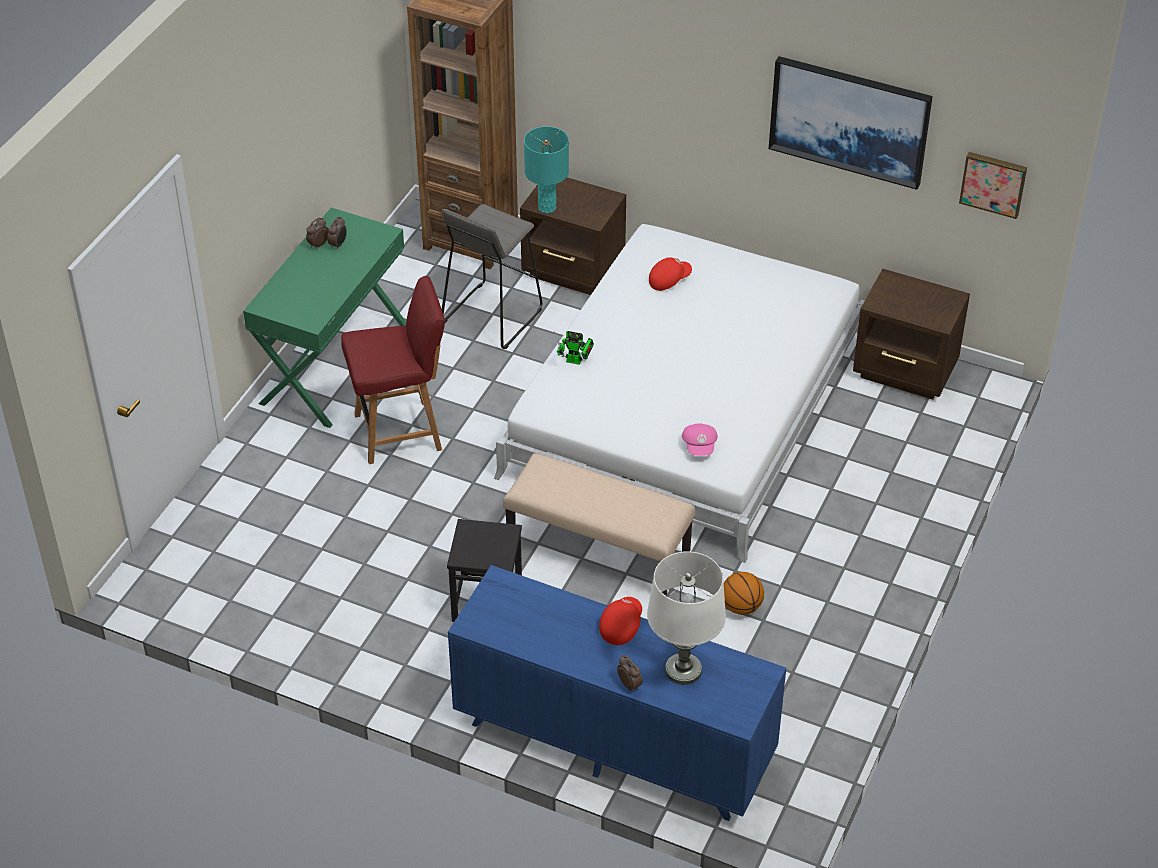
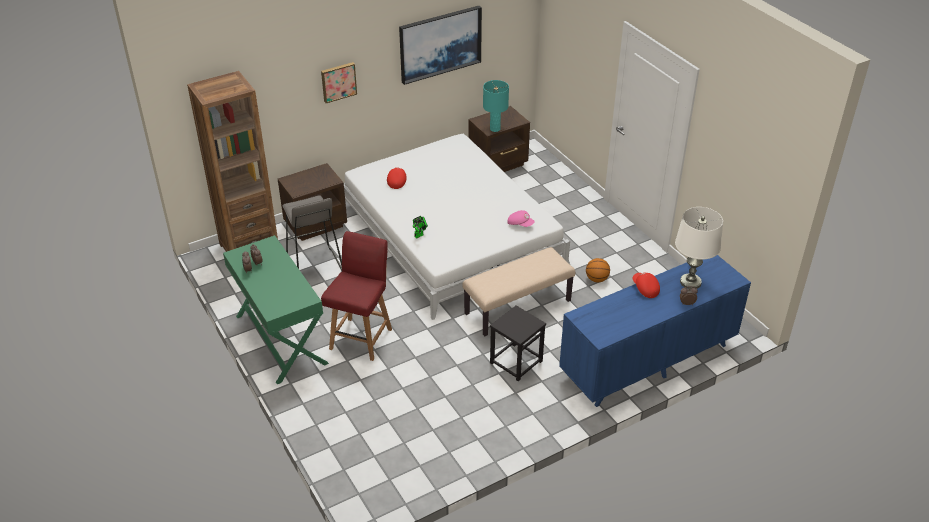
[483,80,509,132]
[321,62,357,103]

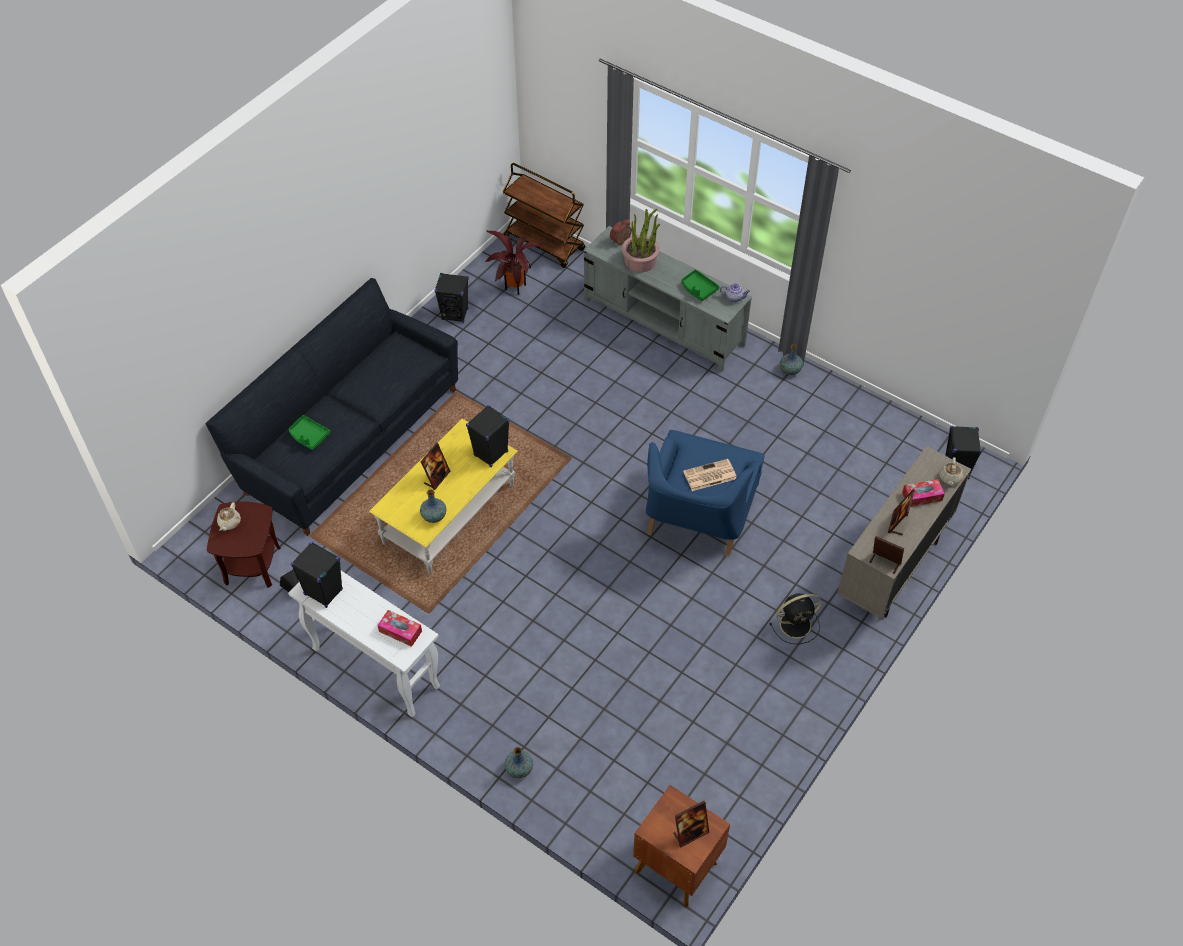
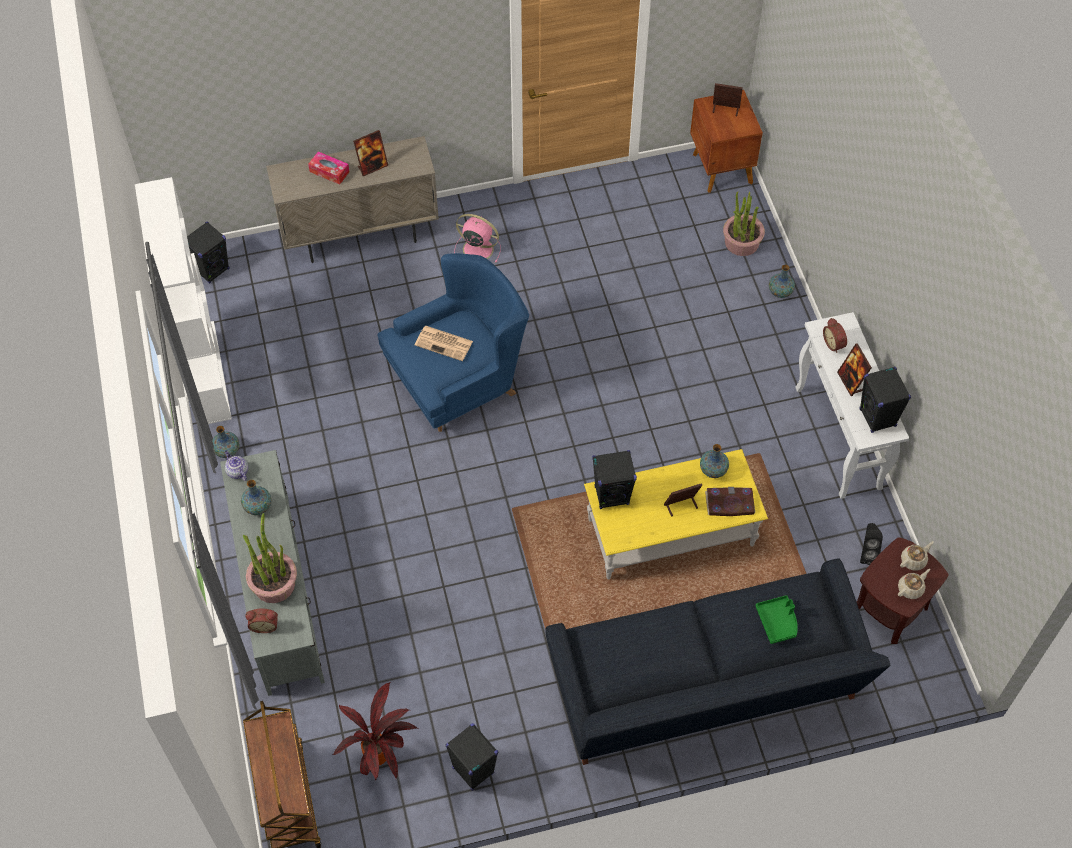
[135,177,232,424]
[705,487,755,516]
[723,191,765,256]
[837,343,872,396]
[900,541,934,571]
[823,318,847,353]
[241,480,271,515]
[454,214,501,263]

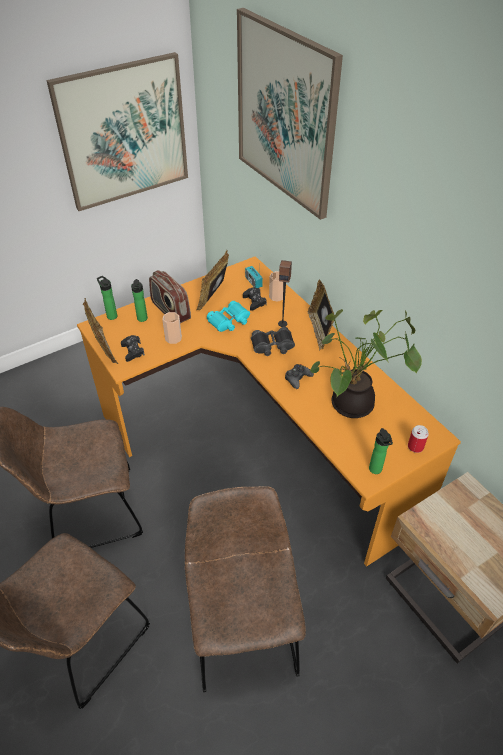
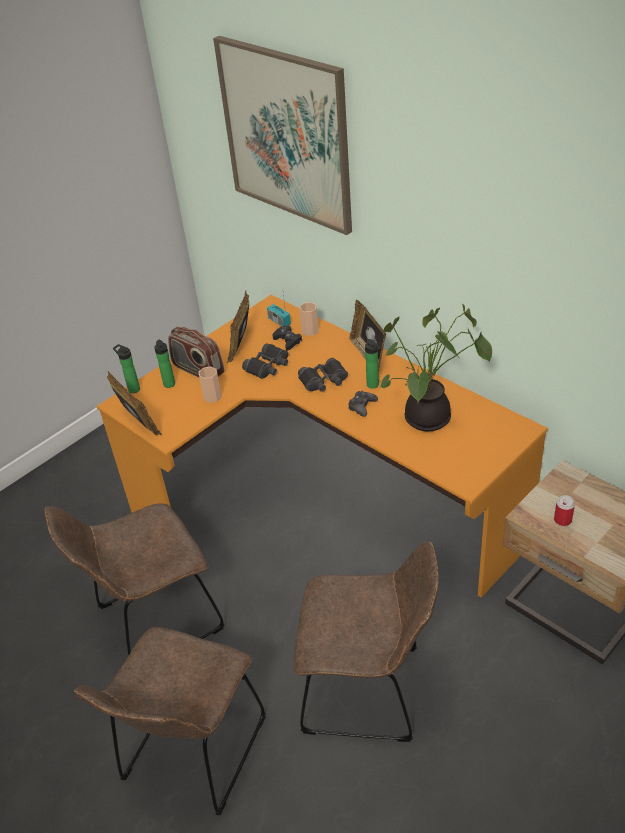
[46,52,188,211] (first image)
[121,335,145,362] (first image)
[278,260,292,327] (first image)
[365,339,380,389]
[554,495,575,526]
[242,343,289,379]
[293,542,439,742]

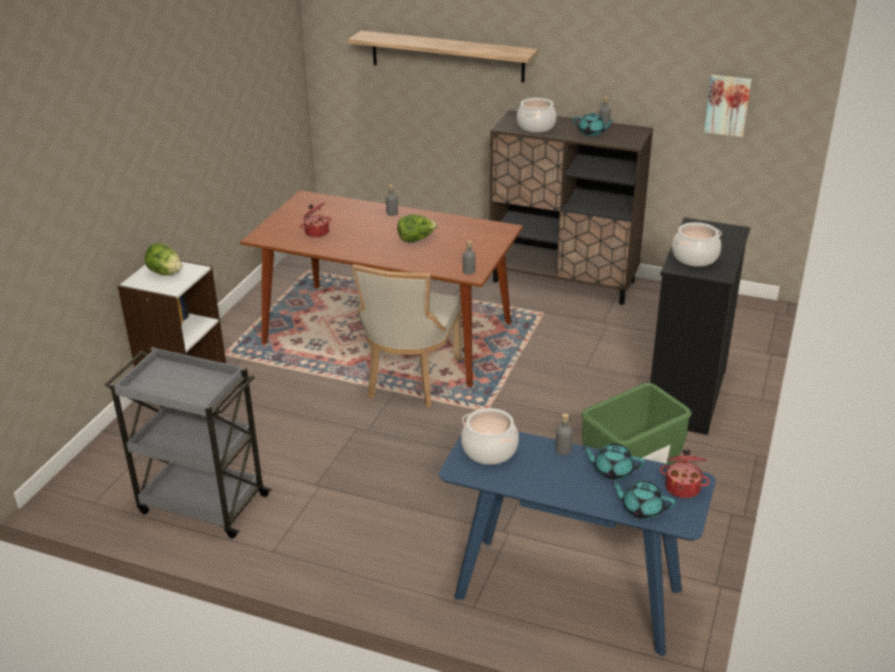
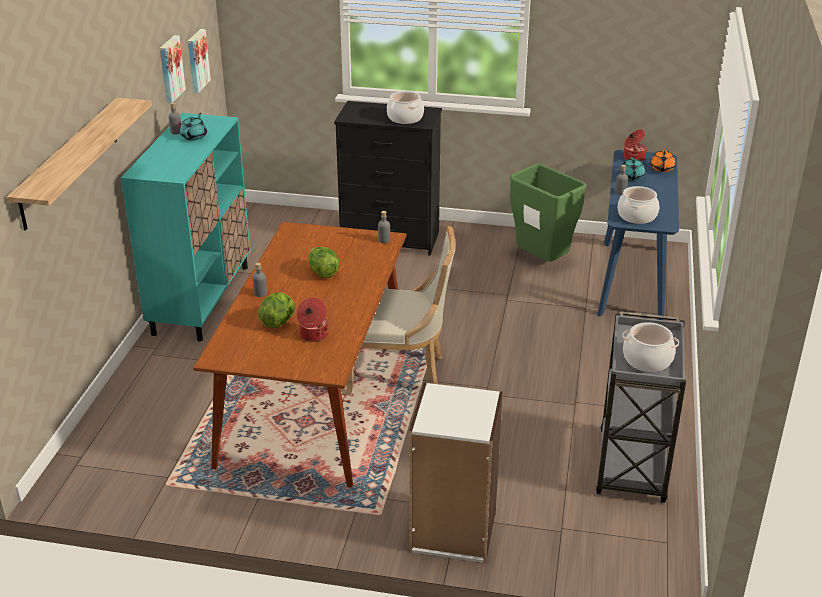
[160,35,186,103]
[258,292,295,328]
[622,322,679,372]
[121,113,250,341]
[650,149,676,172]

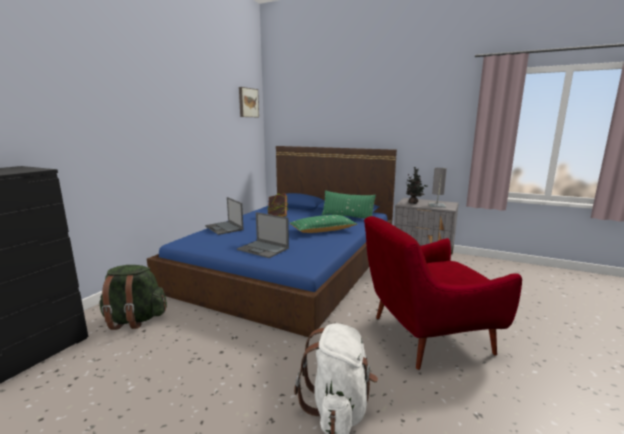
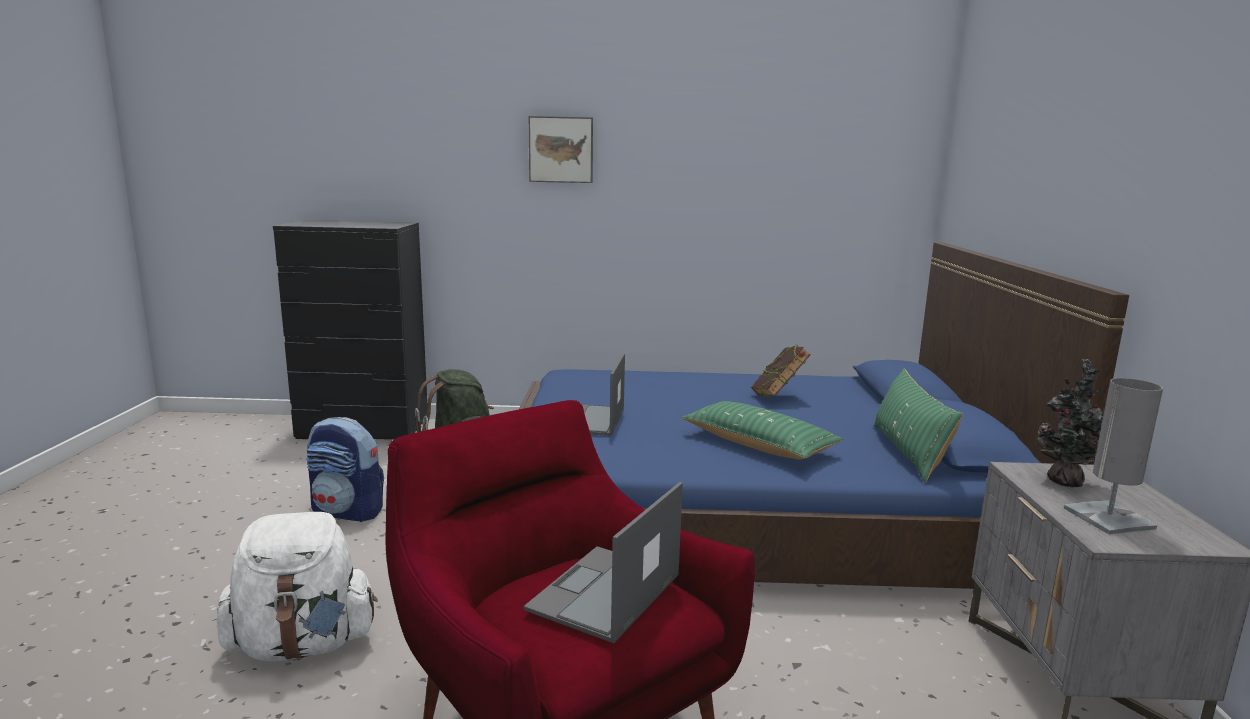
[307,417,384,522]
[524,482,683,643]
[529,116,593,183]

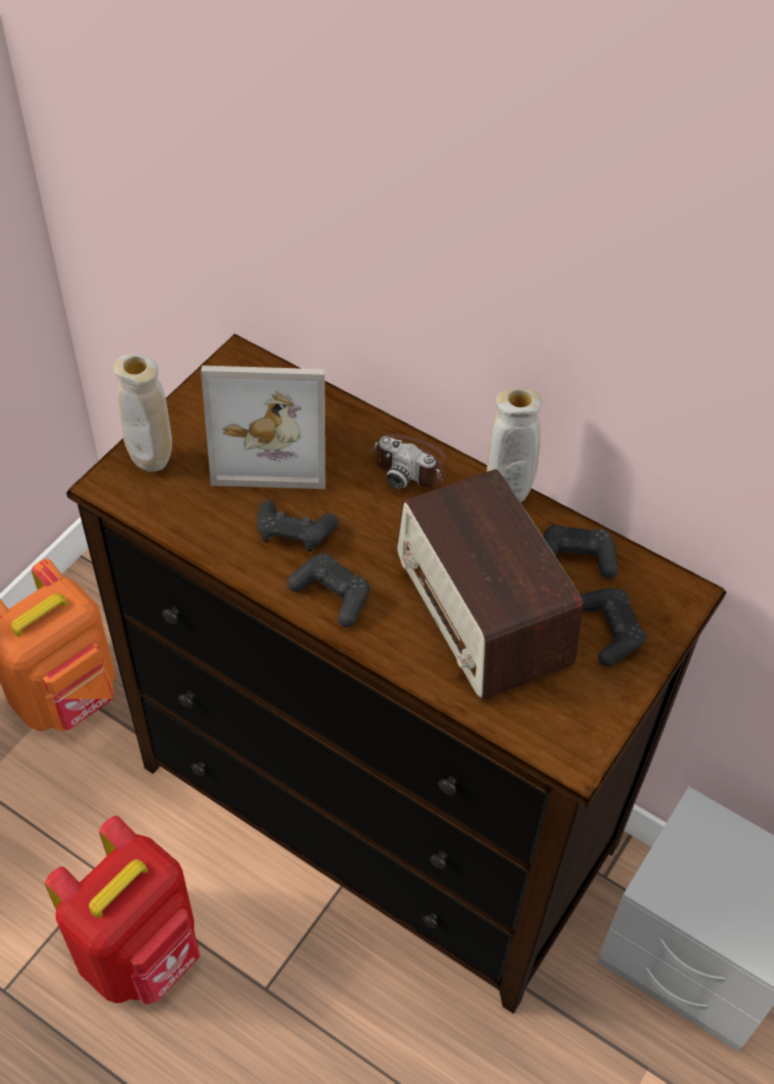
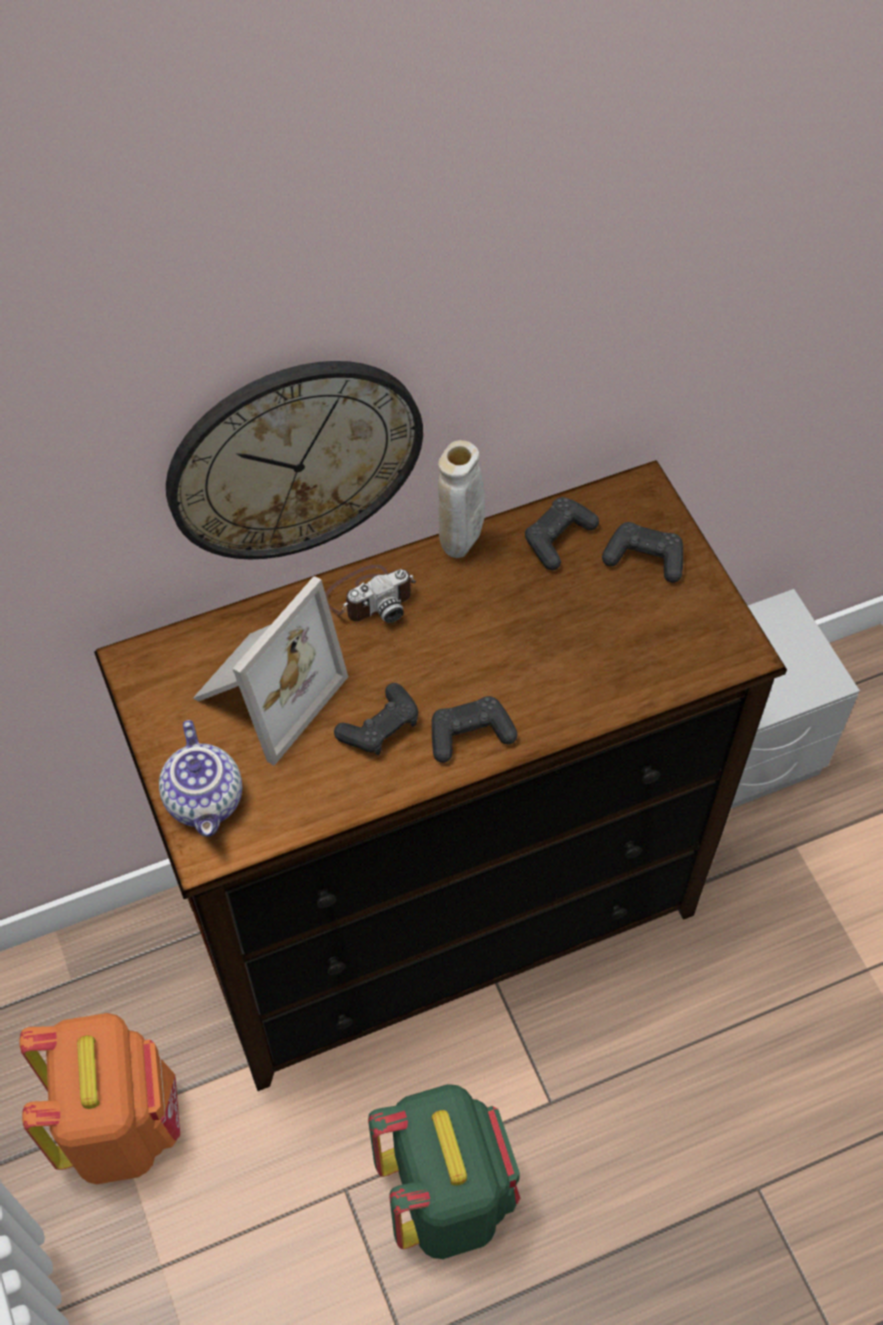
[397,469,583,700] (first image)
[166,361,423,559]
[159,720,242,837]
[368,1084,520,1259]

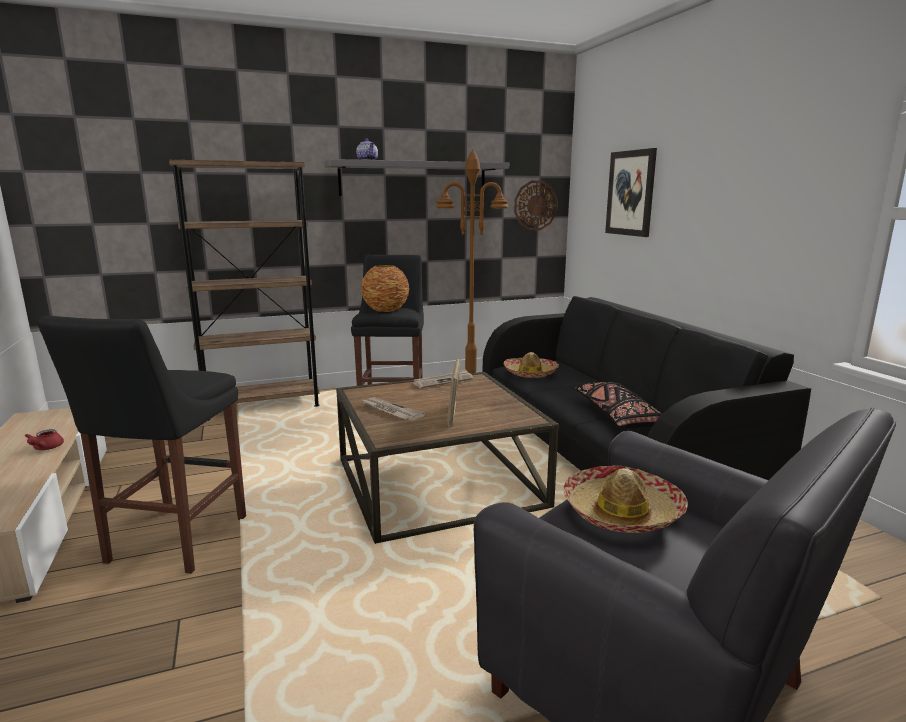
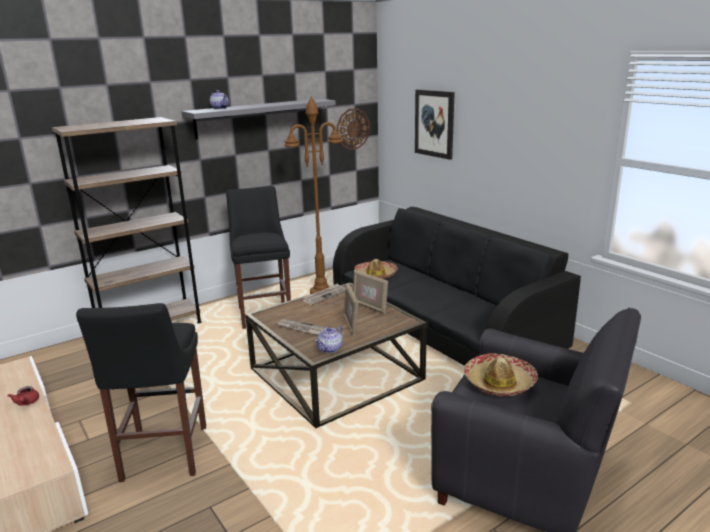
[361,265,409,312] (first image)
[576,382,662,429] (first image)
[315,326,344,353]
[353,270,388,314]

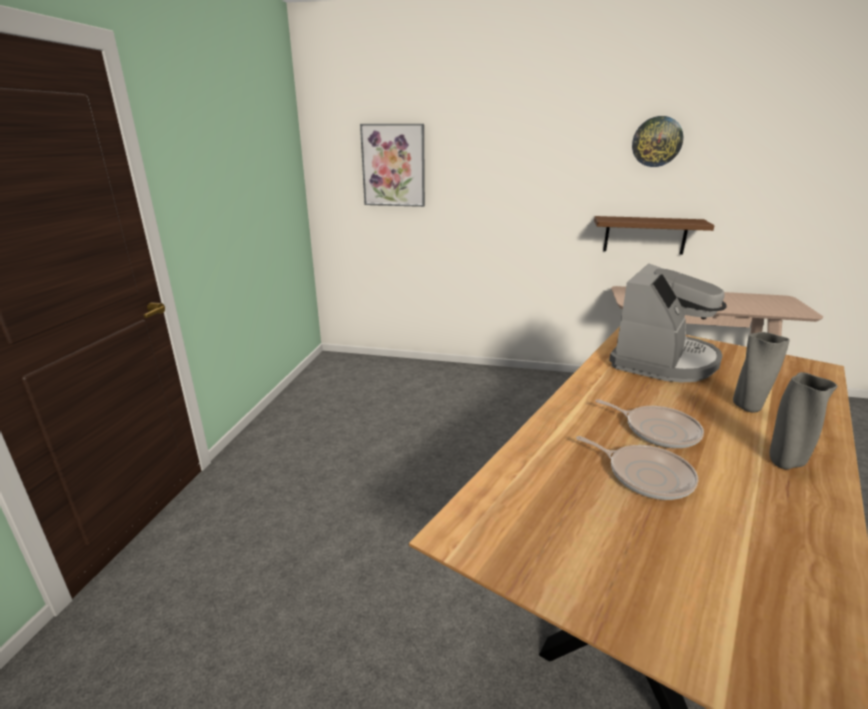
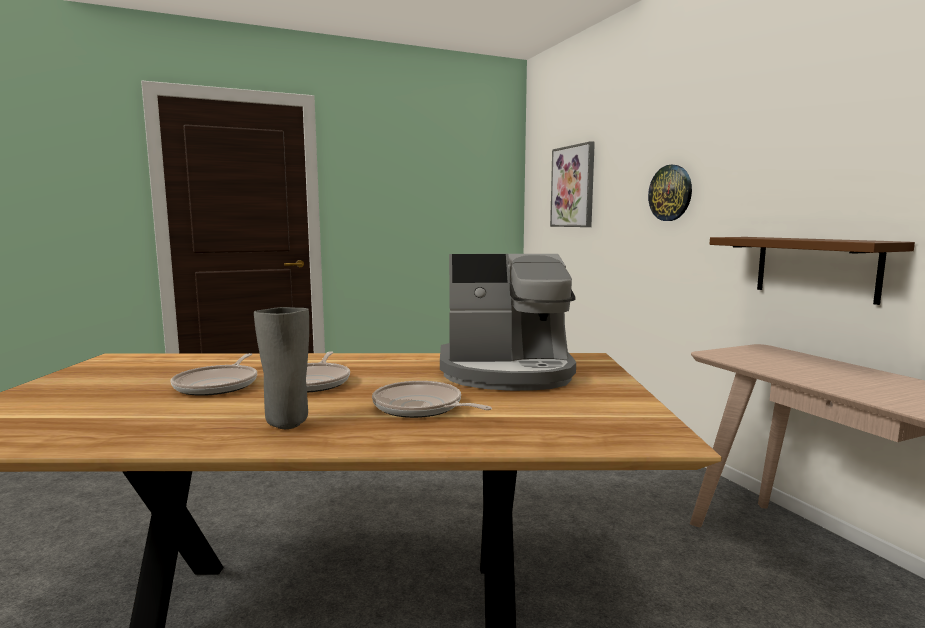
[648,165,692,221]
[372,381,492,418]

